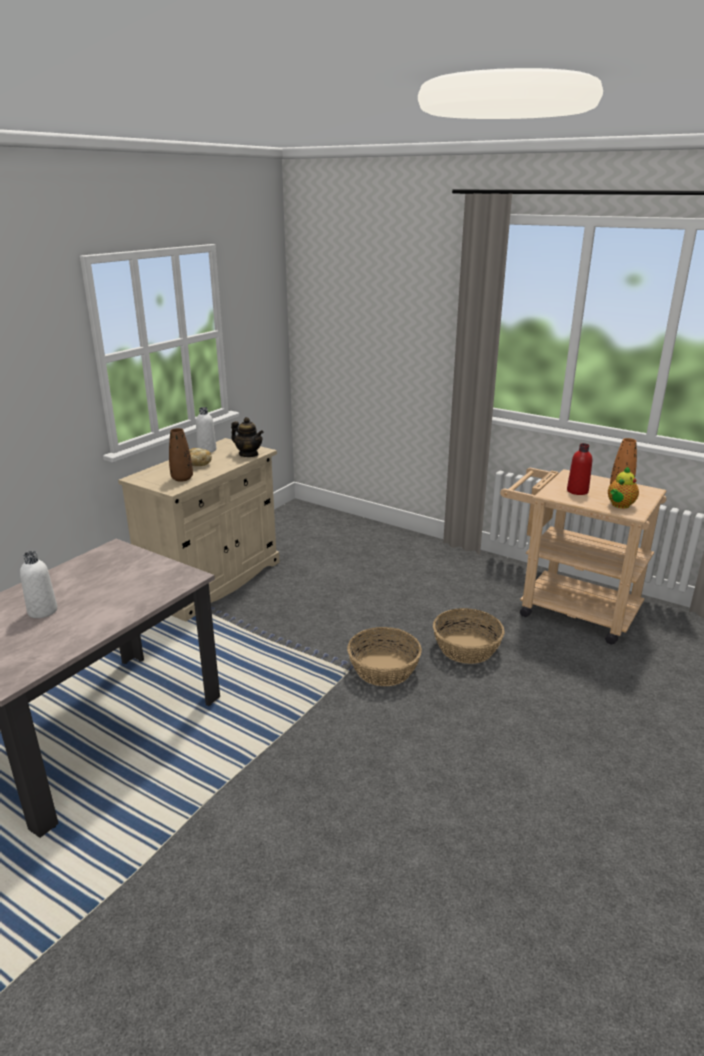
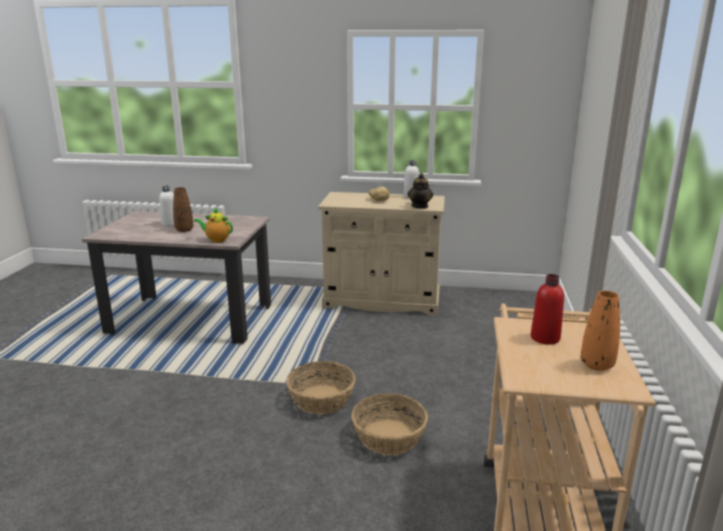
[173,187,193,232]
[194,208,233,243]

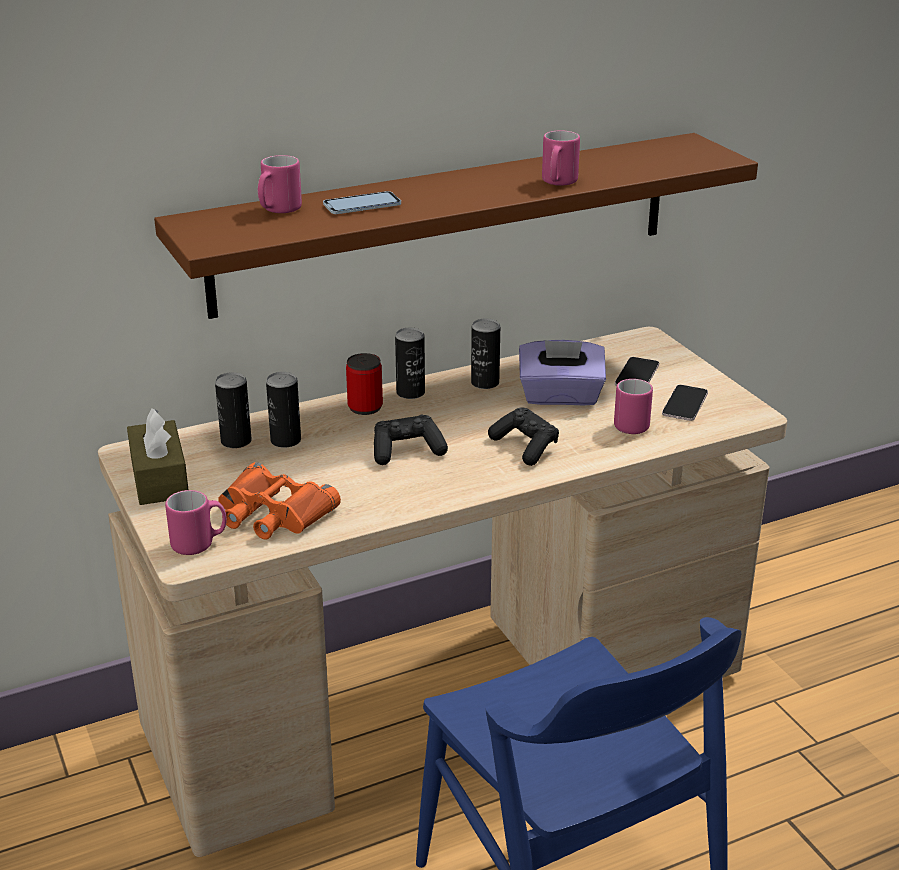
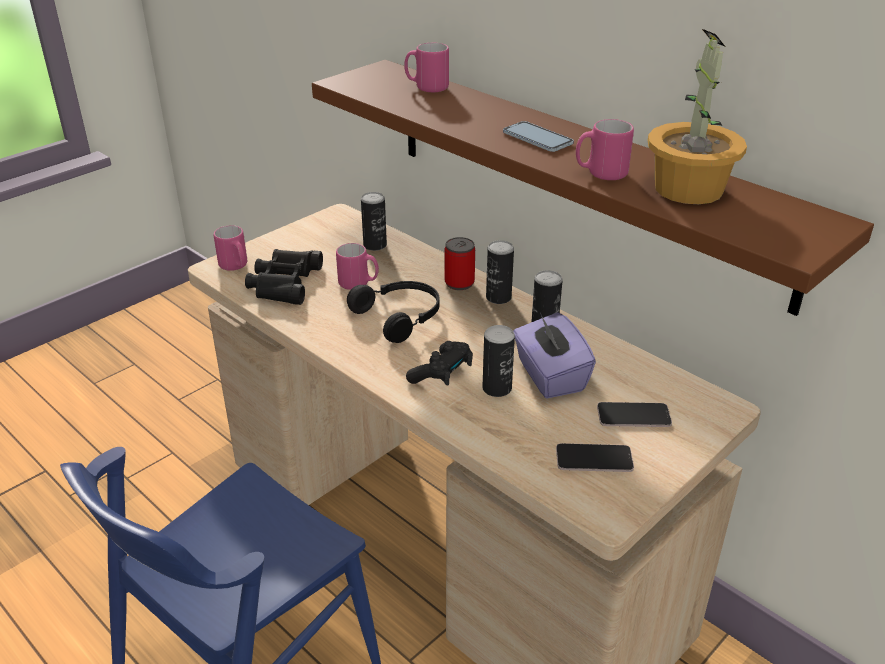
[127,408,188,505] (first image)
[647,29,747,204]
[482,325,515,397]
[503,121,574,152]
[336,243,379,290]
[347,281,440,343]
[245,249,323,305]

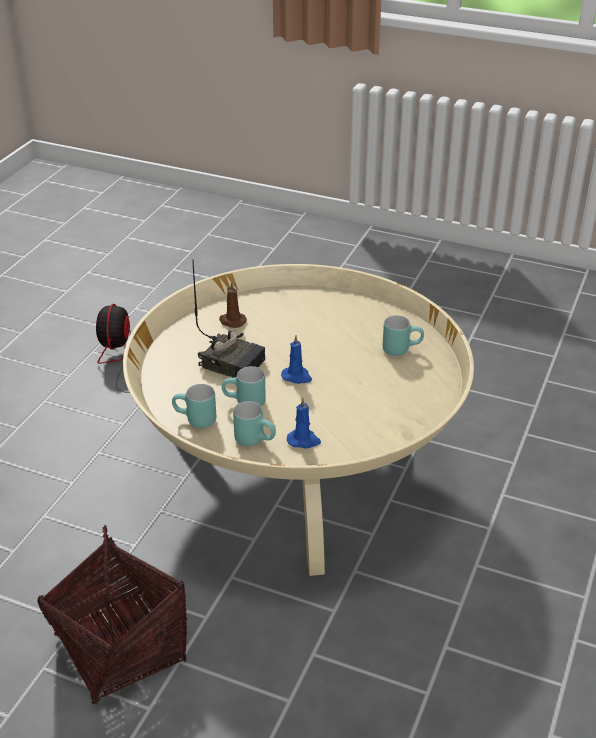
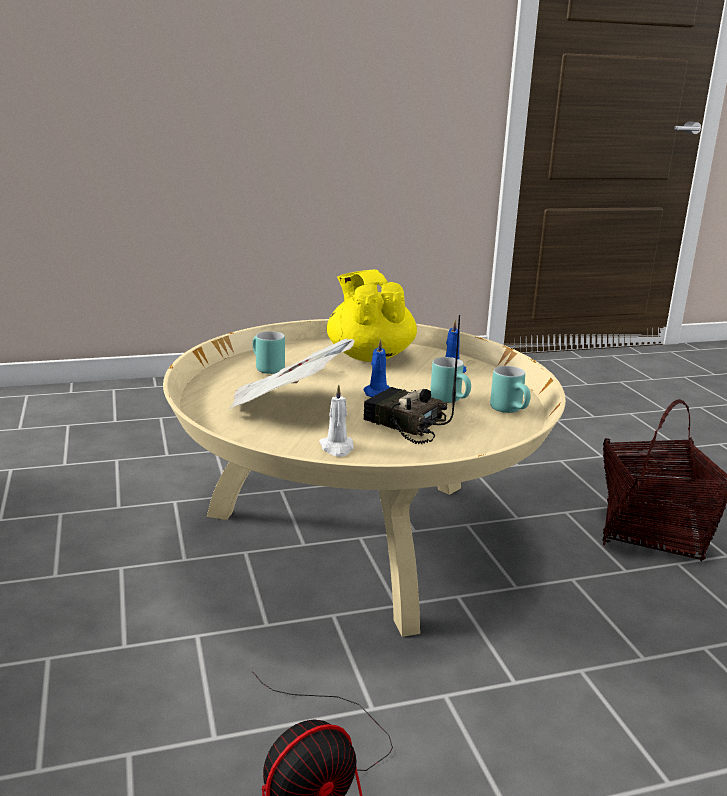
[233,401,276,446] (first image)
[229,338,355,409]
[327,270,417,362]
[319,384,354,457]
[364,315,460,444]

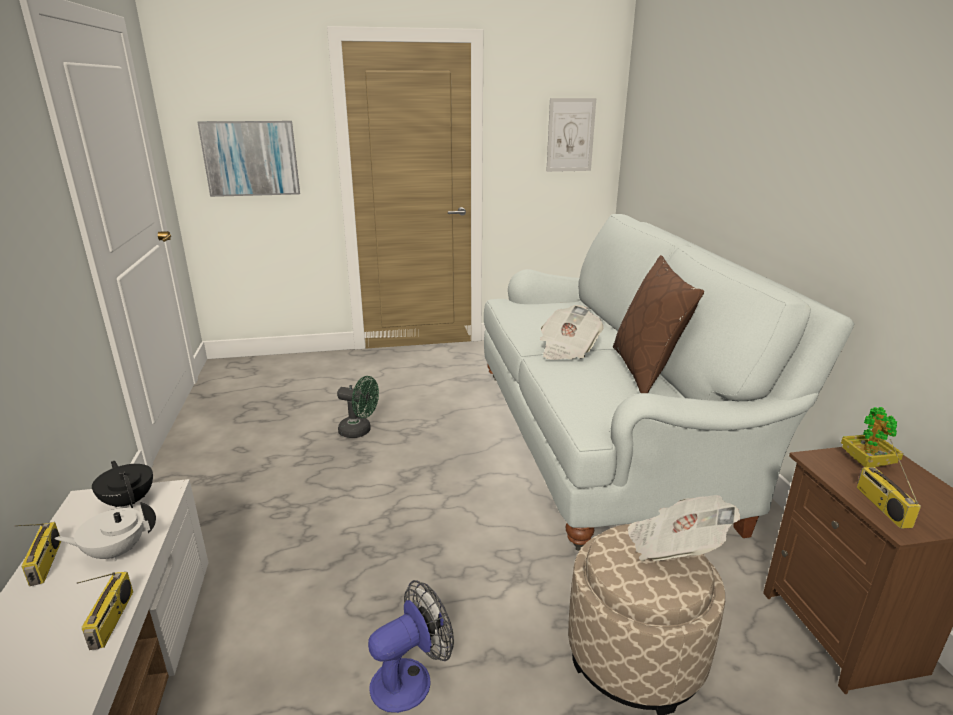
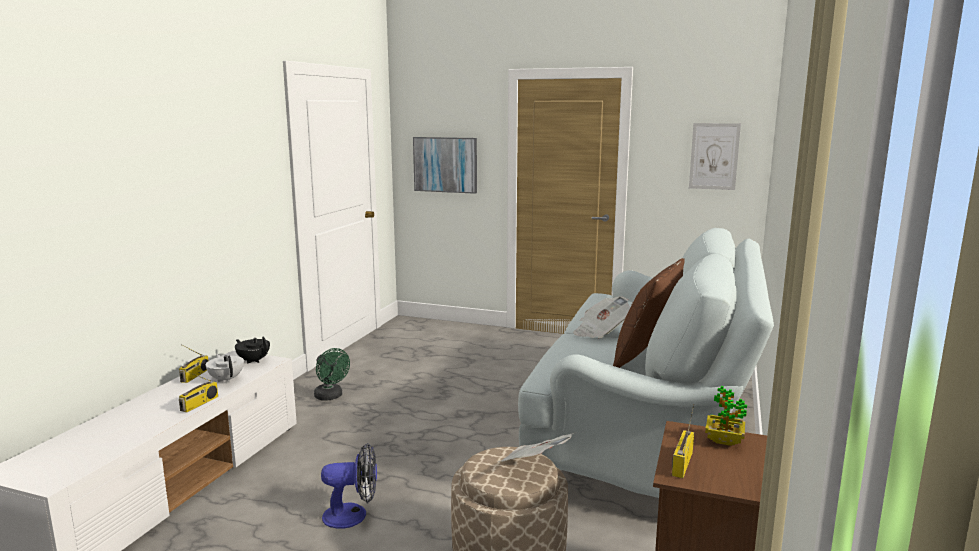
[314,348,350,401]
[206,354,244,383]
[235,336,270,364]

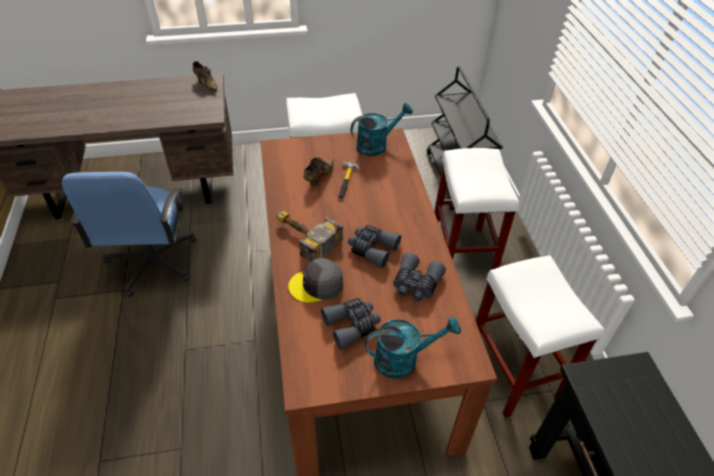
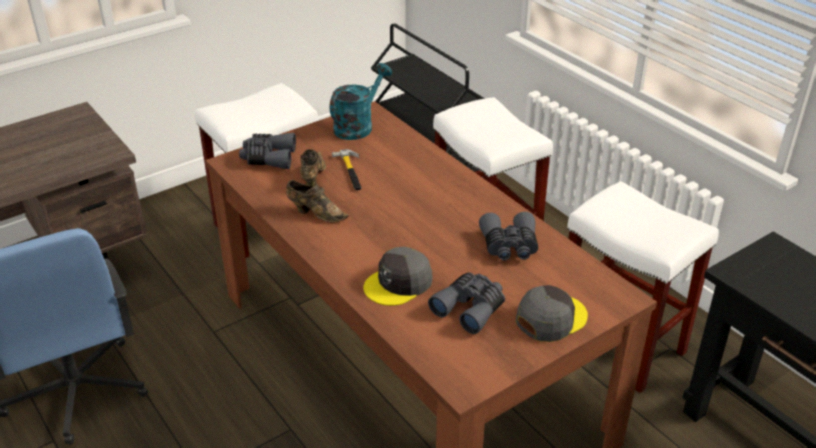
[276,211,343,262] (first image)
[286,180,349,222]
[239,133,296,169]
[516,285,588,342]

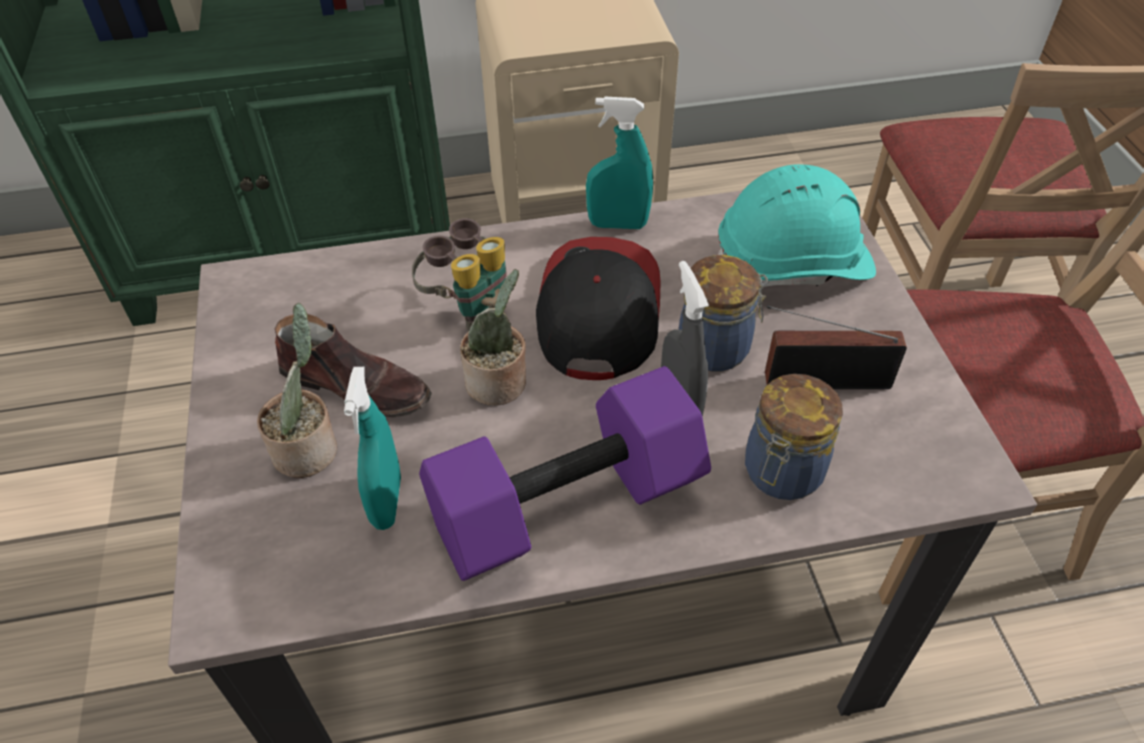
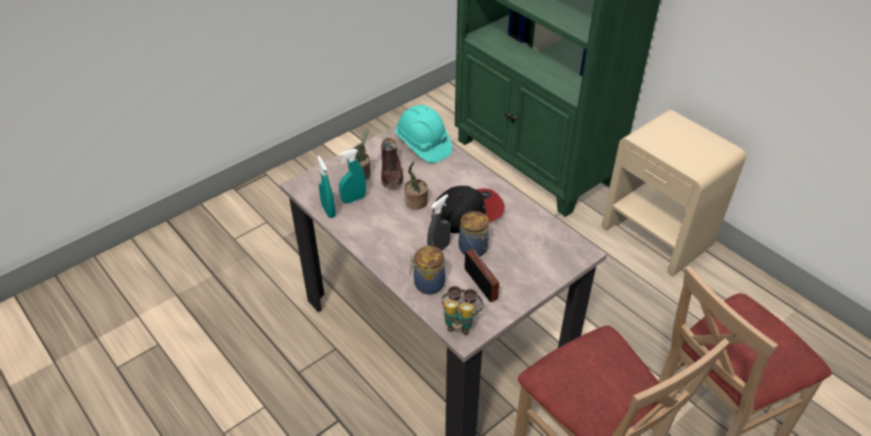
[419,366,711,581] (first image)
[442,286,484,335]
[317,156,336,218]
[396,105,452,163]

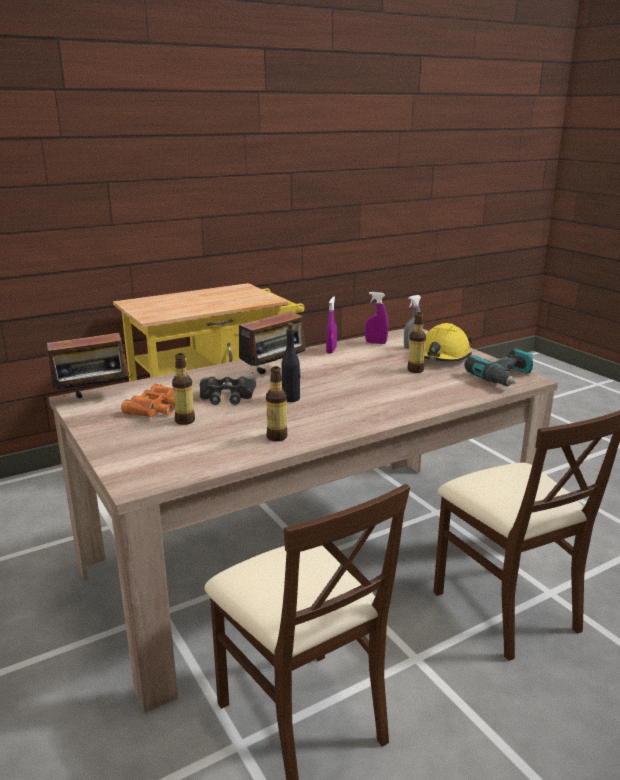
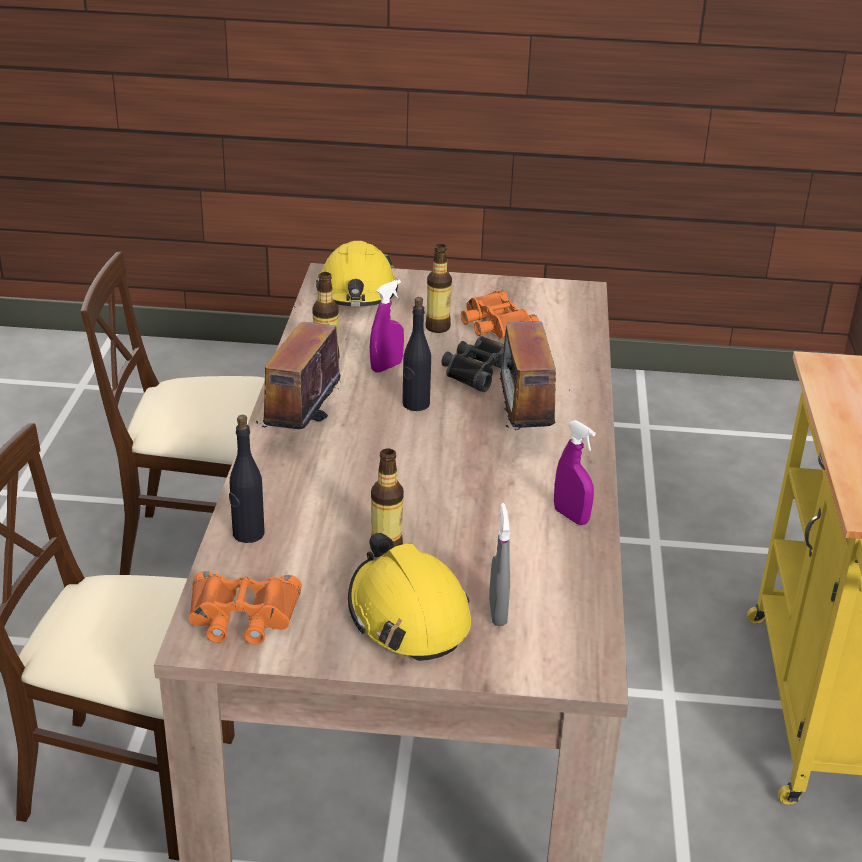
[229,415,265,543]
[316,241,398,306]
[255,305,340,429]
[370,280,404,373]
[189,571,302,645]

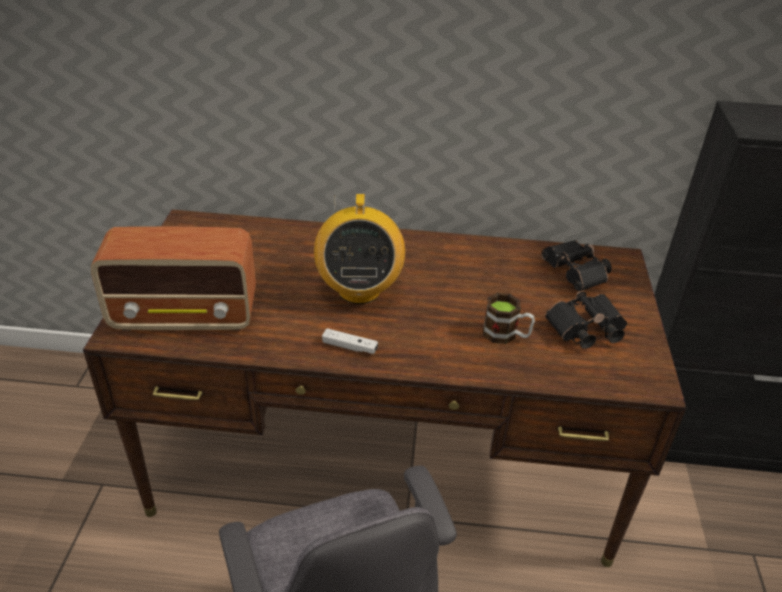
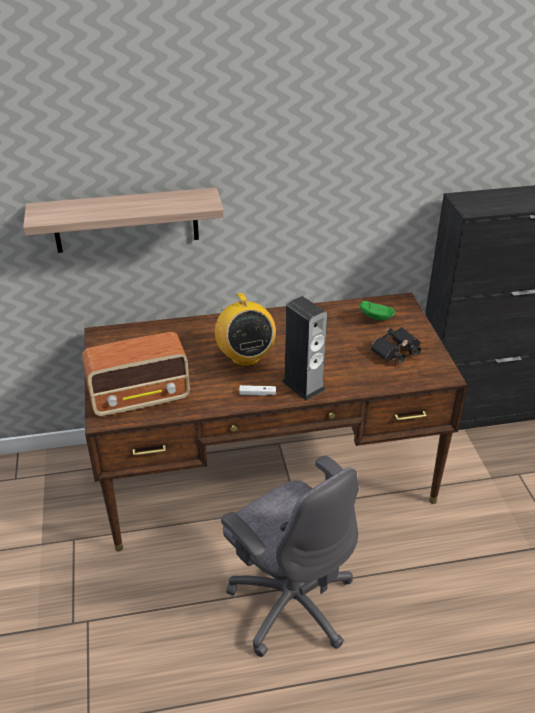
[483,293,535,344] (first image)
[23,187,224,253]
[282,296,327,401]
[360,301,395,320]

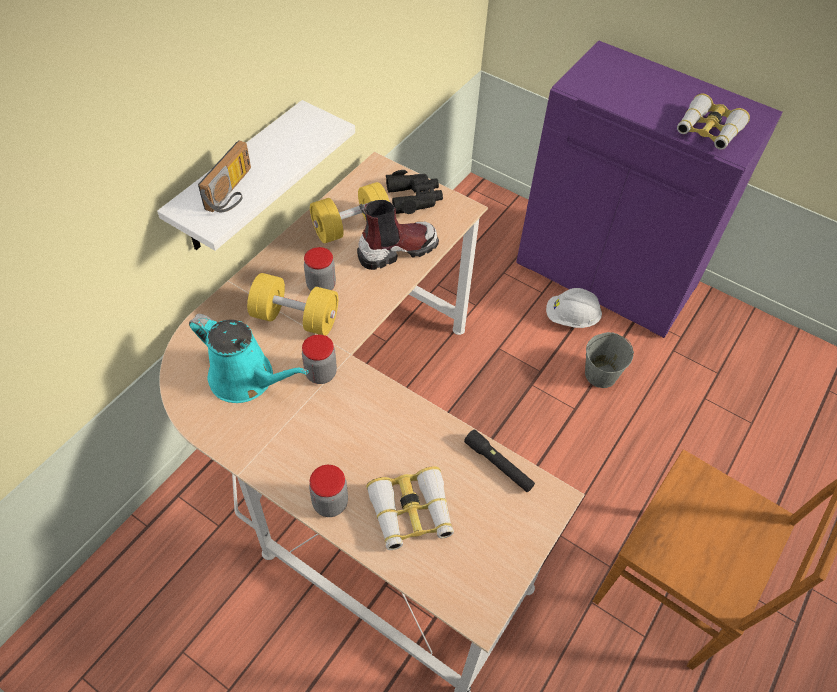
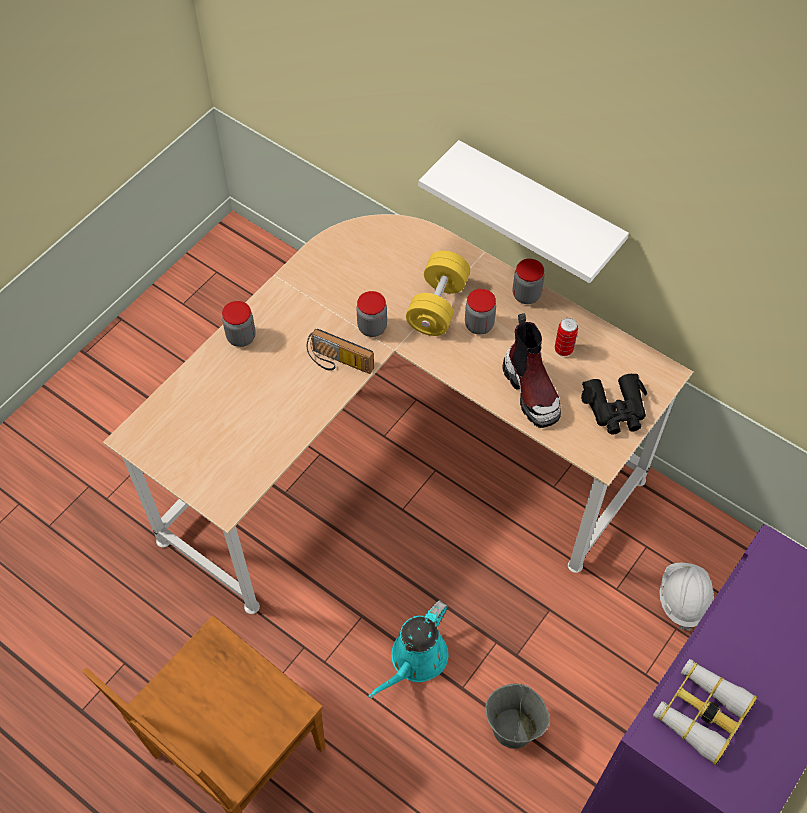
[366,466,454,550] (first image)
[464,429,535,492] (first image)
[513,259,544,304]
[368,600,449,699]
[307,329,374,374]
[659,563,714,630]
[555,318,578,356]

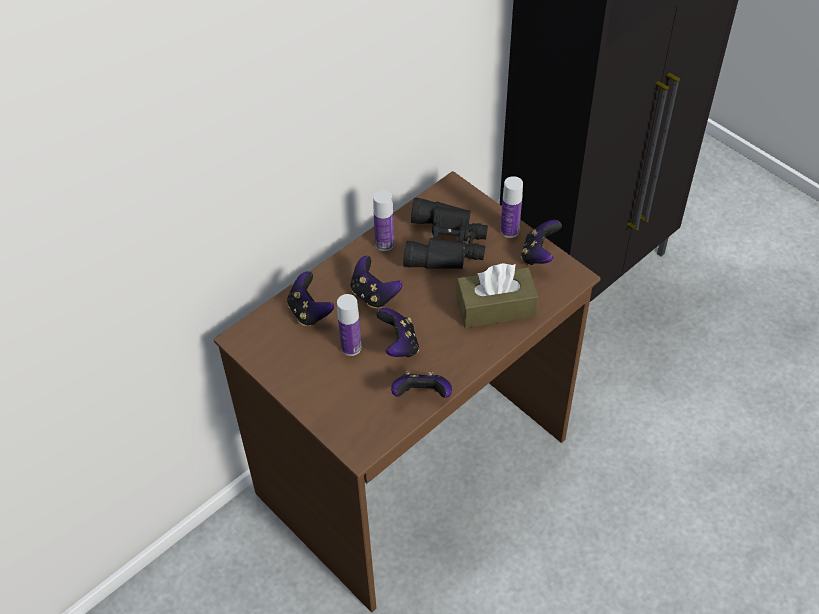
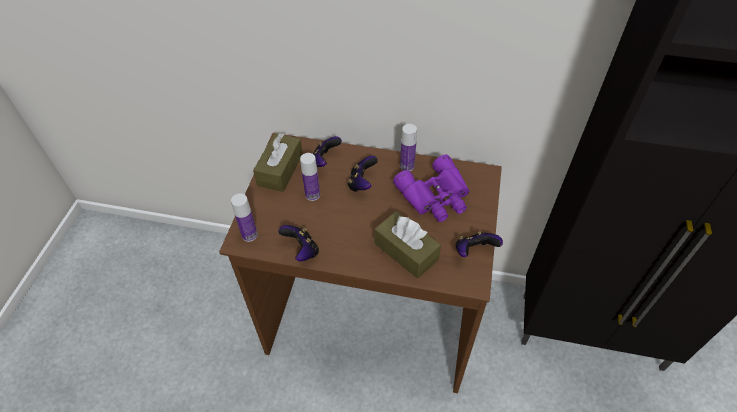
[376,308,419,357] (first image)
[253,133,303,192]
[231,193,258,242]
[393,155,470,222]

